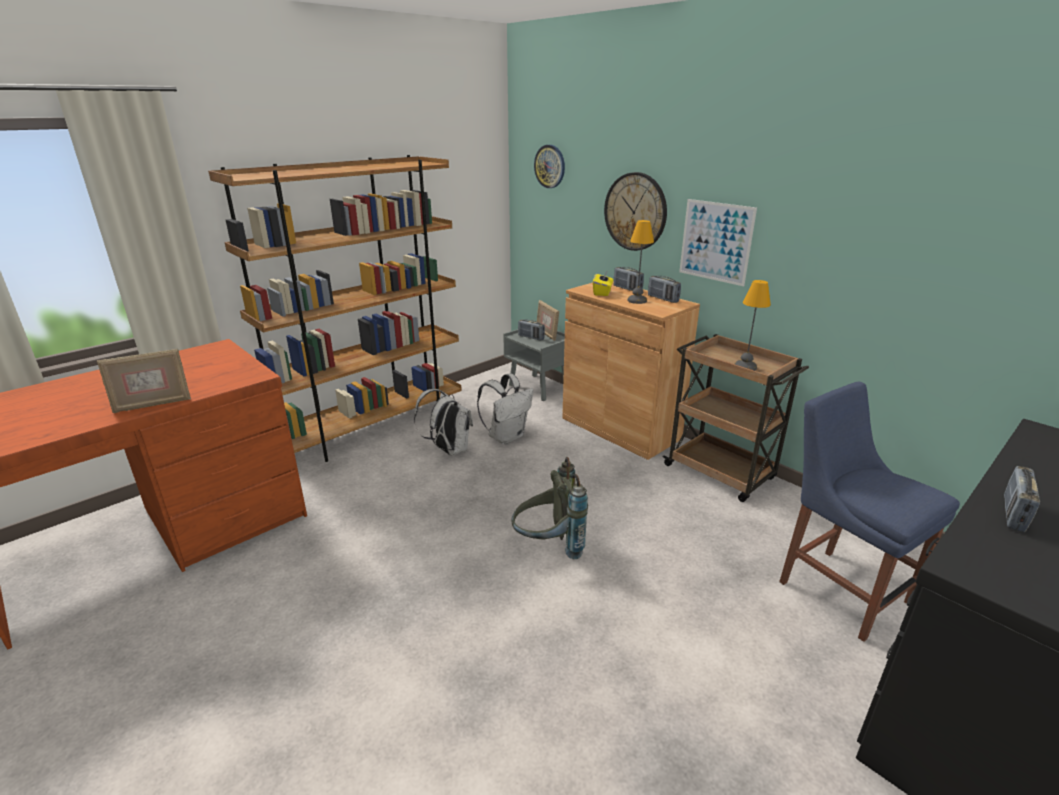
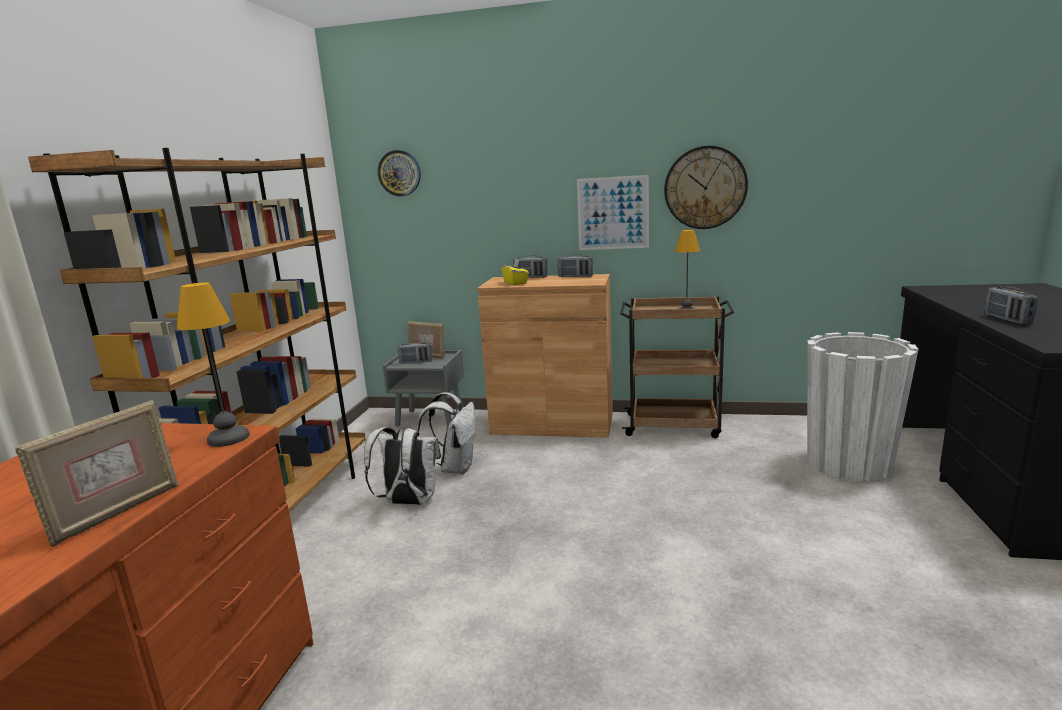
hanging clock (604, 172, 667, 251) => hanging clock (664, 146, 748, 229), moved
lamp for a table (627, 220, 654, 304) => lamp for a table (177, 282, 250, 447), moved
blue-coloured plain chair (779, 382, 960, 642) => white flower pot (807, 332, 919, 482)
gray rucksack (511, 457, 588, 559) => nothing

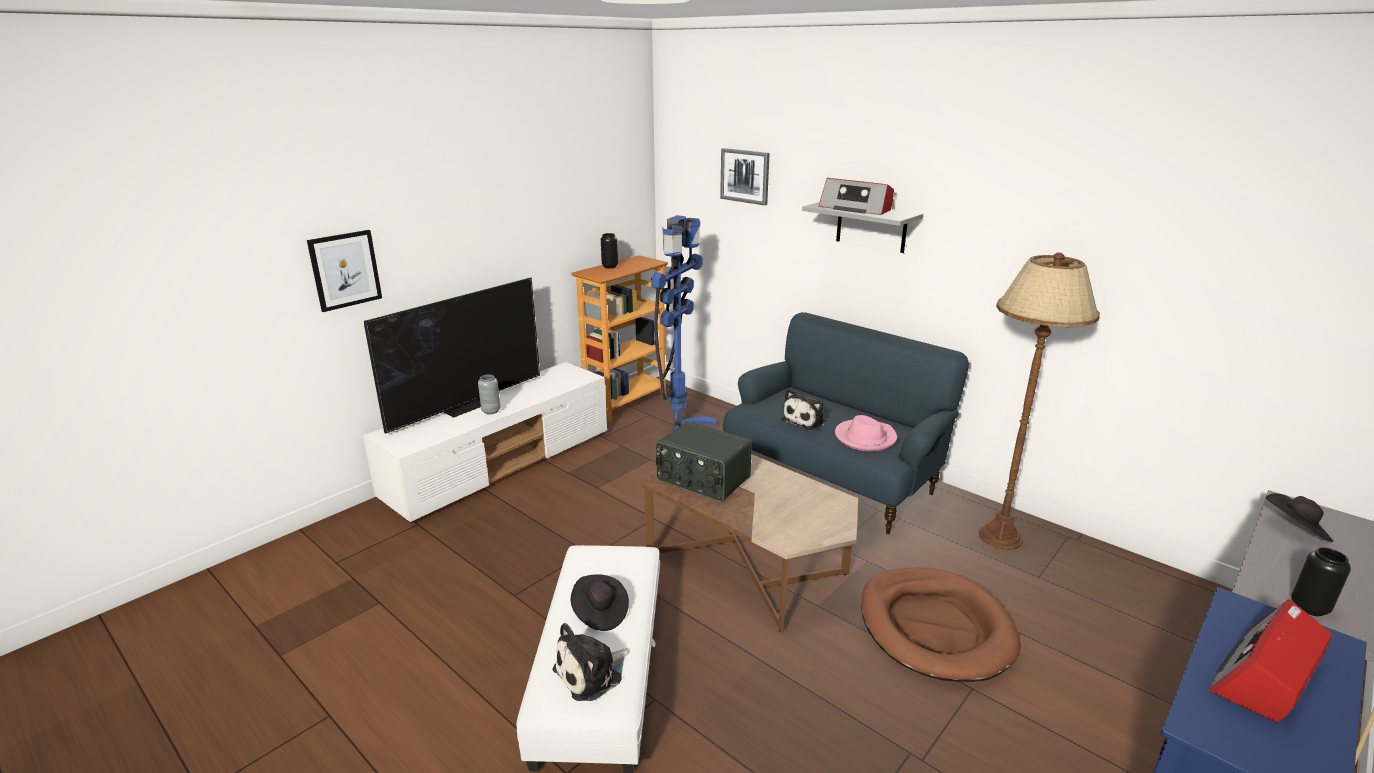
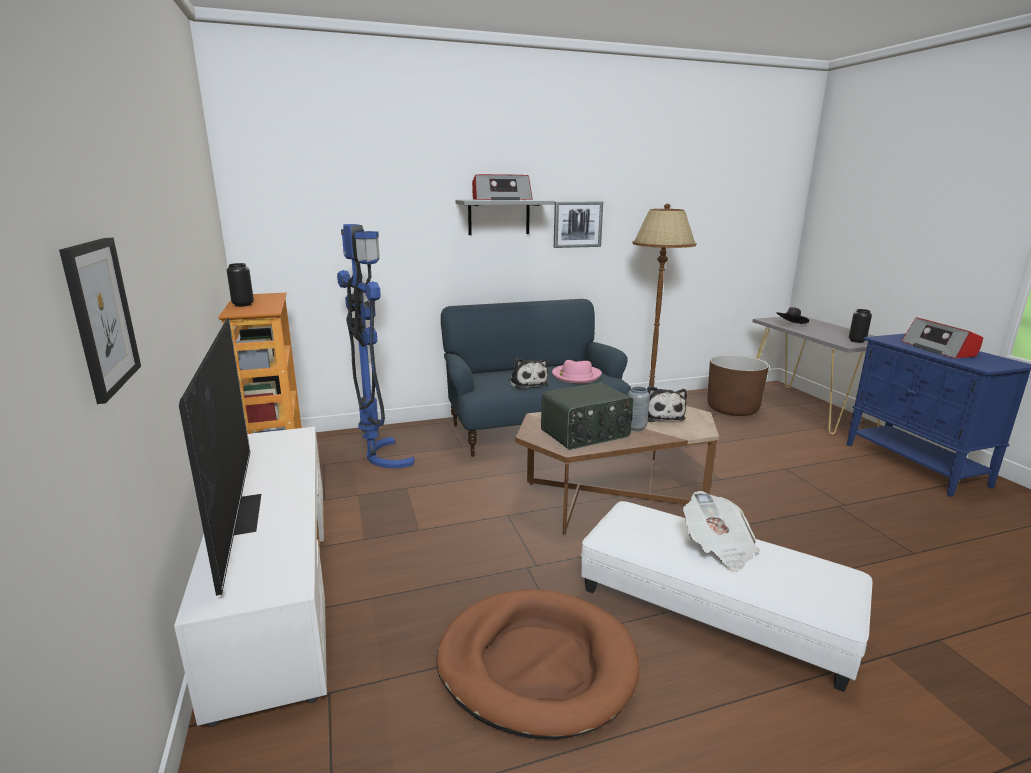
wall picture (720, 148, 770, 206) => wall picture (554, 201, 603, 248), moved
gray decorative vase (478, 374, 501, 414) => gray decorative vase (628, 386, 650, 431), moved
brown-coloured dog cushion (861, 567, 1021, 682) => brown-coloured dog cushion (436, 589, 639, 739), moved
blackish clothing hat (571, 574, 629, 631) => newspaper (683, 491, 760, 572)
soft toy (552, 623, 630, 701) => soft toy (647, 386, 687, 422), moved
nothing => brown-coloured flower pot (707, 355, 769, 416)

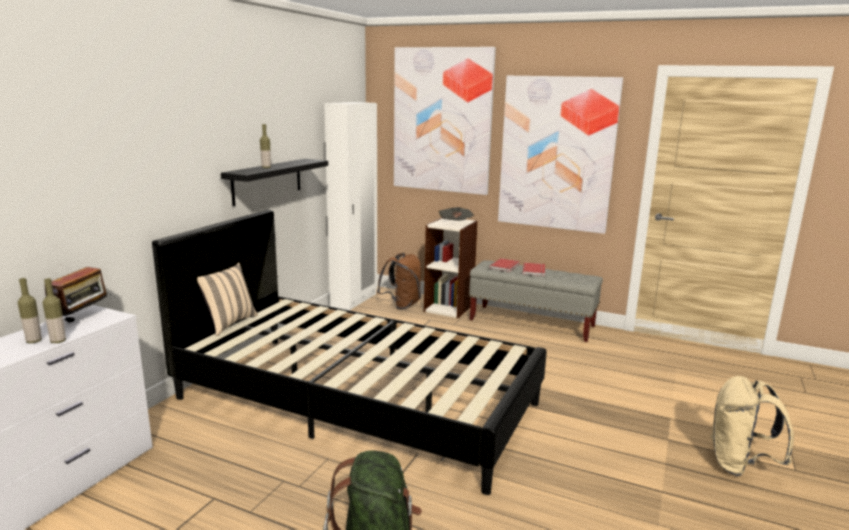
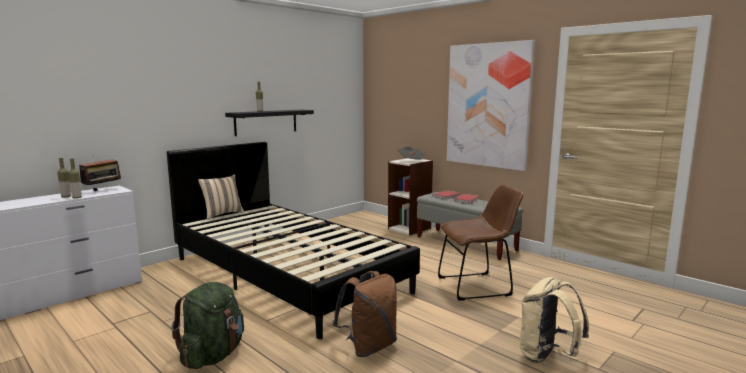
wall picture (394, 47, 496, 195) => nothing
white clothes cupboard (324, 102, 377, 310) => nothing
brown-coloured rucksack (377, 253, 422, 310) => brown-coloured rucksack (333, 271, 397, 357), moved
nothing => brown-coloured plain chair (438, 185, 523, 301)

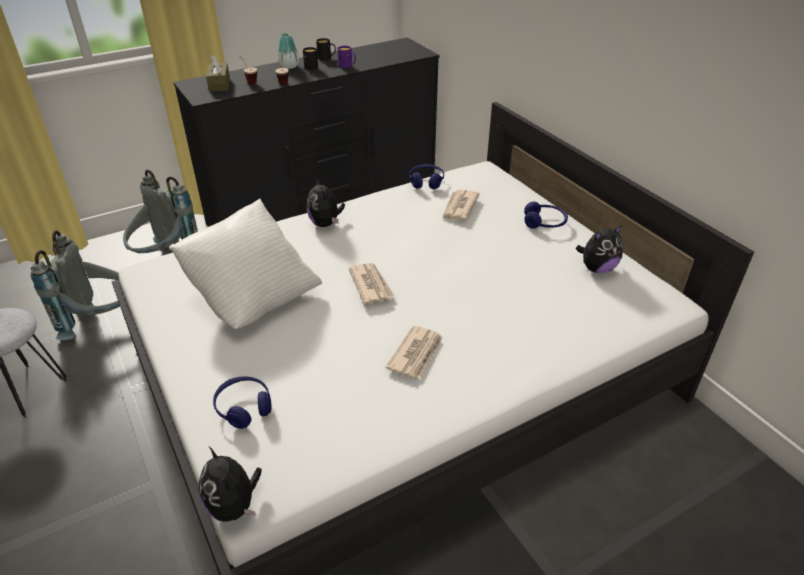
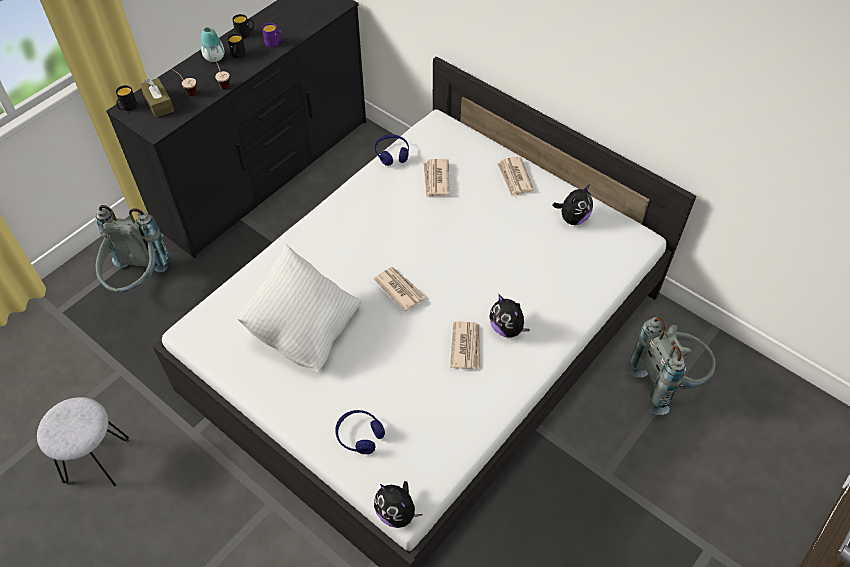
soft toy (307, 178, 345, 227) => soft toy (489, 294, 530, 337), moved
blue-coloured headphones (524, 202, 568, 229) => newspaper (497, 156, 534, 197)
gray rucksack (31, 230, 120, 340) => gray rucksack (630, 317, 716, 415), moved
nothing => blackish mug (116, 85, 137, 111)

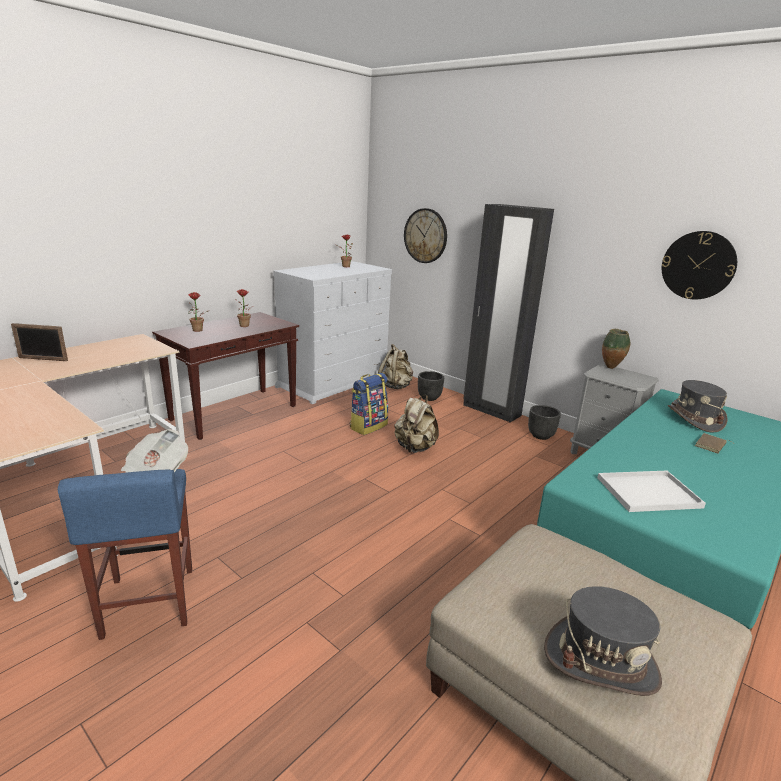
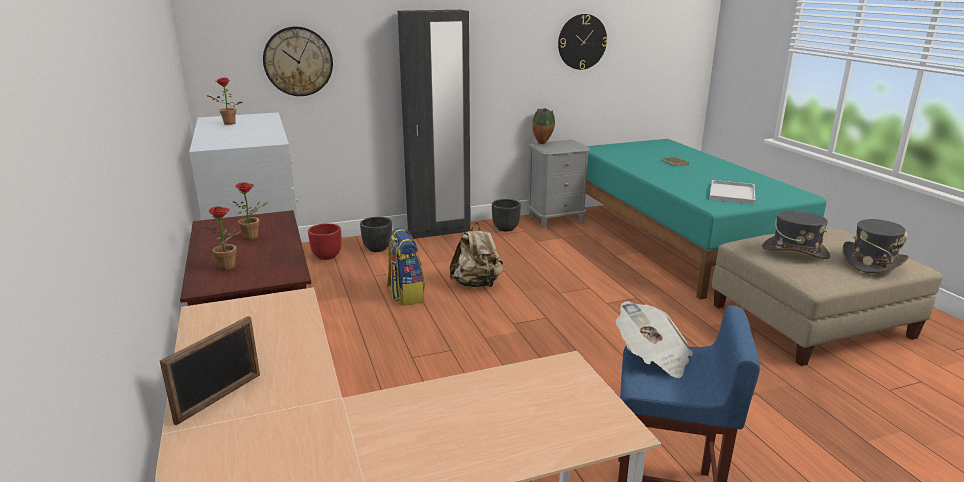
beige-coloured rucksack (378, 344, 413, 389) => reddish flower pot (308, 223, 342, 260)
gray clothing hat (668, 380, 728, 433) => gray clothing hat (762, 211, 830, 259), moved

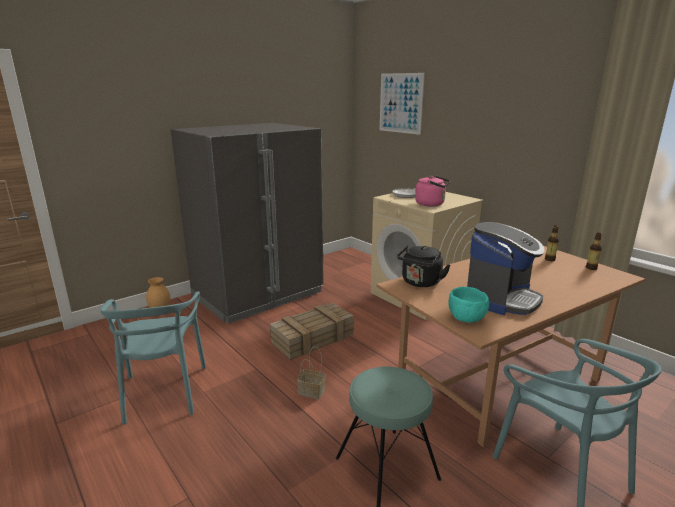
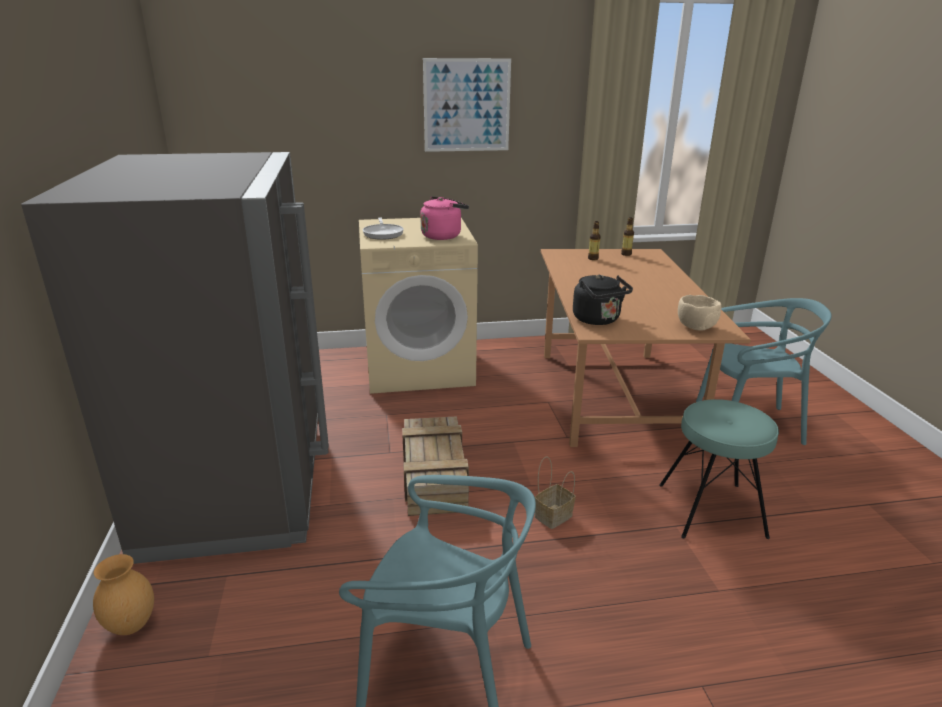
wall picture (380, 73, 425, 135) => wall picture (423, 58, 511, 152), moved
coffee machine (467, 222, 545, 315) => nothing
blue-green serving bowl (448, 287, 489, 323) => beige-coloured serving bowl (678, 295, 721, 331)

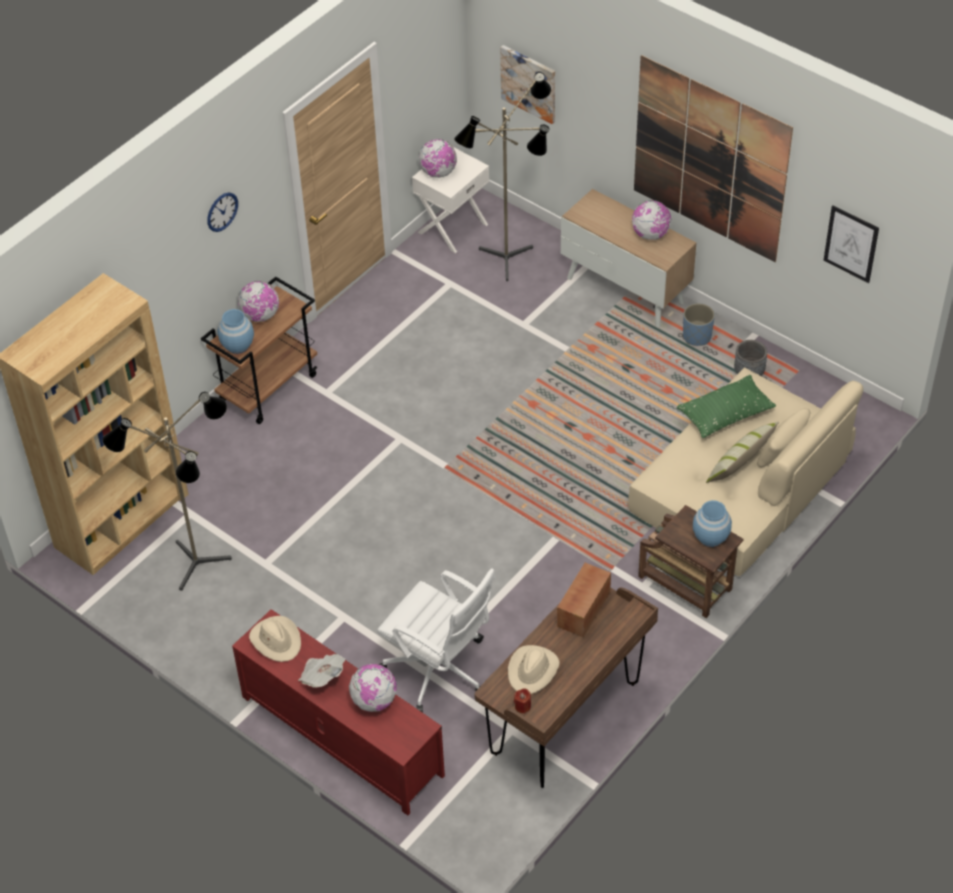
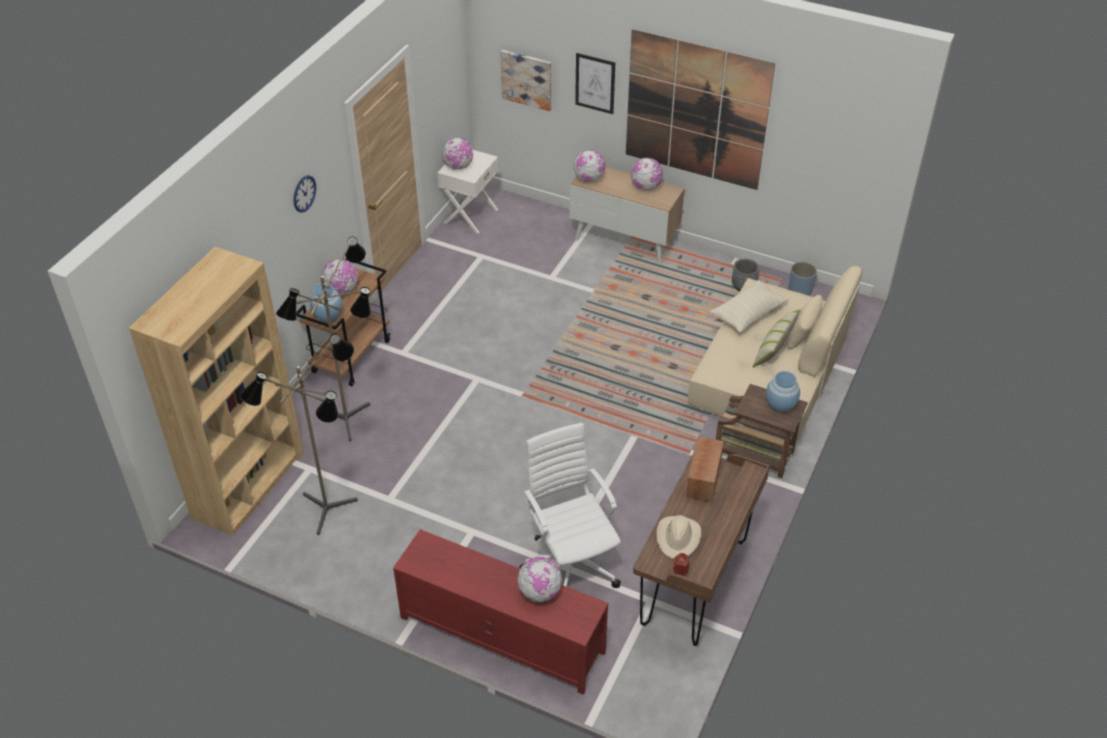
standard lamp (454, 72, 551, 281) => standard lamp (276, 237, 371, 441), moved
wall picture (823, 205, 879, 283) => wall picture (575, 53, 615, 114), moved
blue-coloured flower pot (683, 303, 715, 346) => blue-coloured flower pot (789, 262, 817, 296), moved
green-coloured pillow (677, 375, 776, 438) => beige-coloured pillow (710, 280, 788, 333)
white computer chair (377, 568, 495, 713) => white computer chair (519, 423, 621, 588), 135 degrees counterclockwise
beige-coloured clothing hat (249, 616, 301, 662) => nothing
newspaper (298, 654, 345, 688) => nothing
nothing => world globe (573, 150, 605, 182)

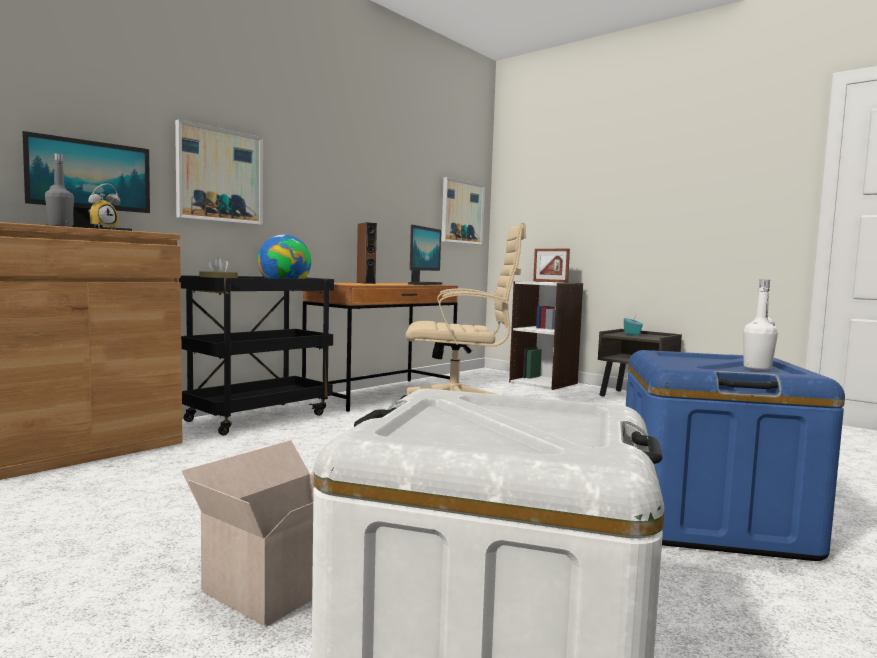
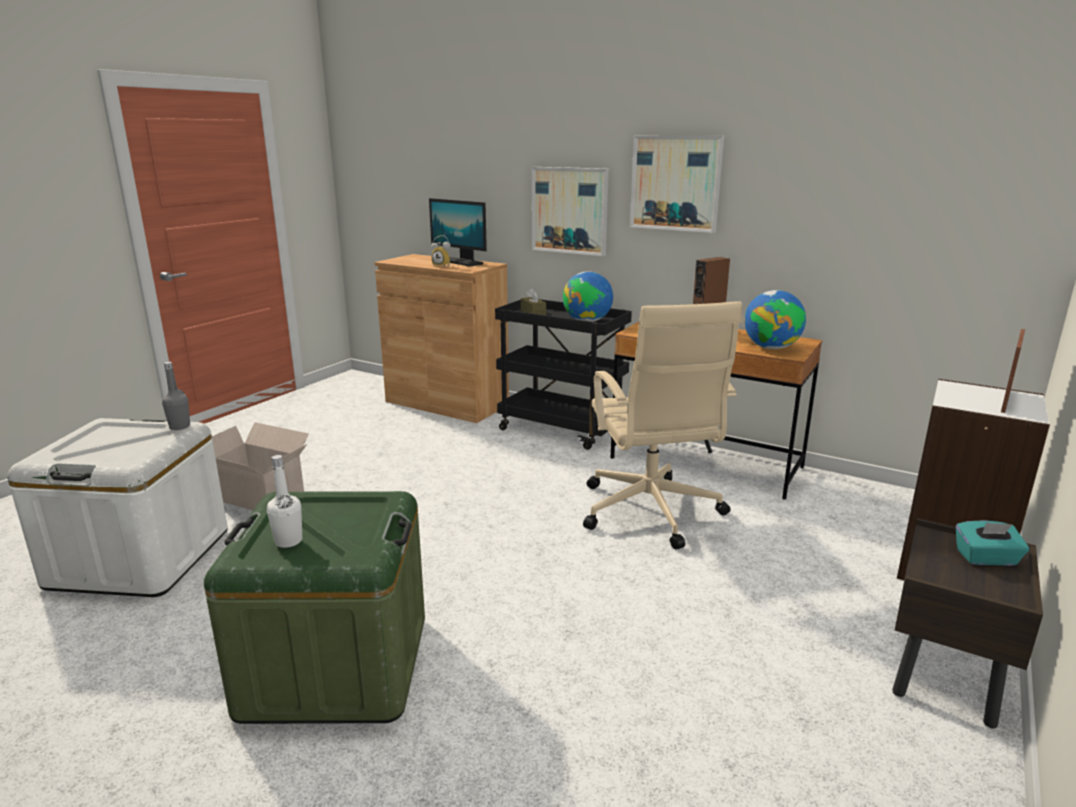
gray beverage bottle (45, 153, 74, 227) => gray beverage bottle (162, 362, 190, 430), moved
wall picture (442, 177, 485, 245) => wall picture (630, 135, 724, 233), moved
computer display (408, 225, 442, 285) => world globe (744, 290, 806, 349)
blue-coloured storage bin (626, 350, 845, 561) => green-coloured storage bin (204, 491, 425, 724)

